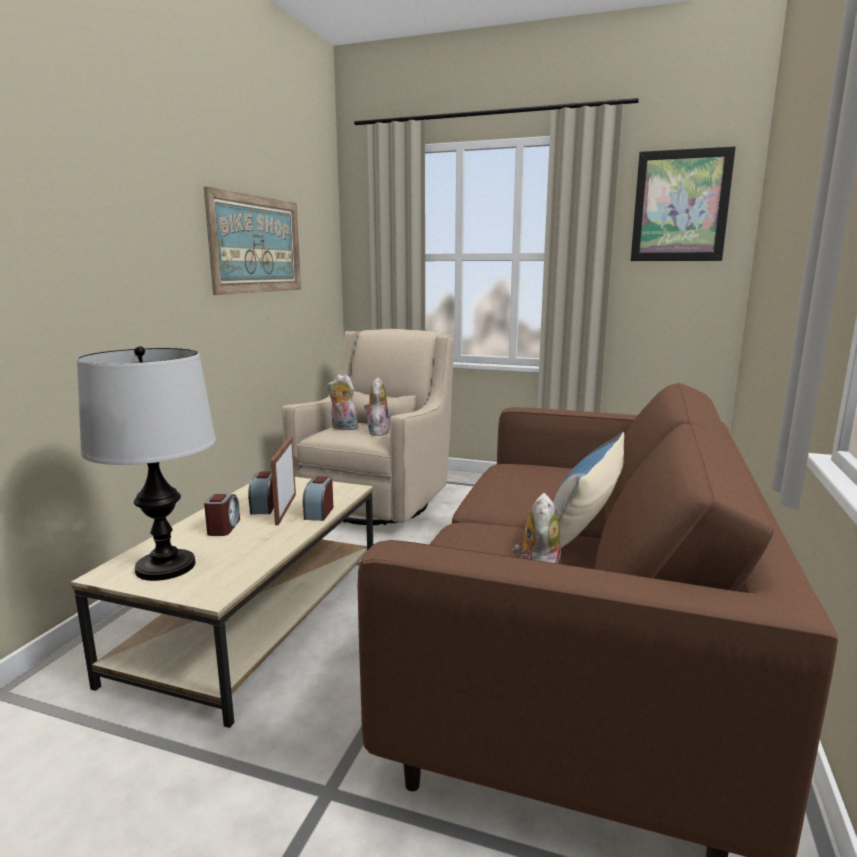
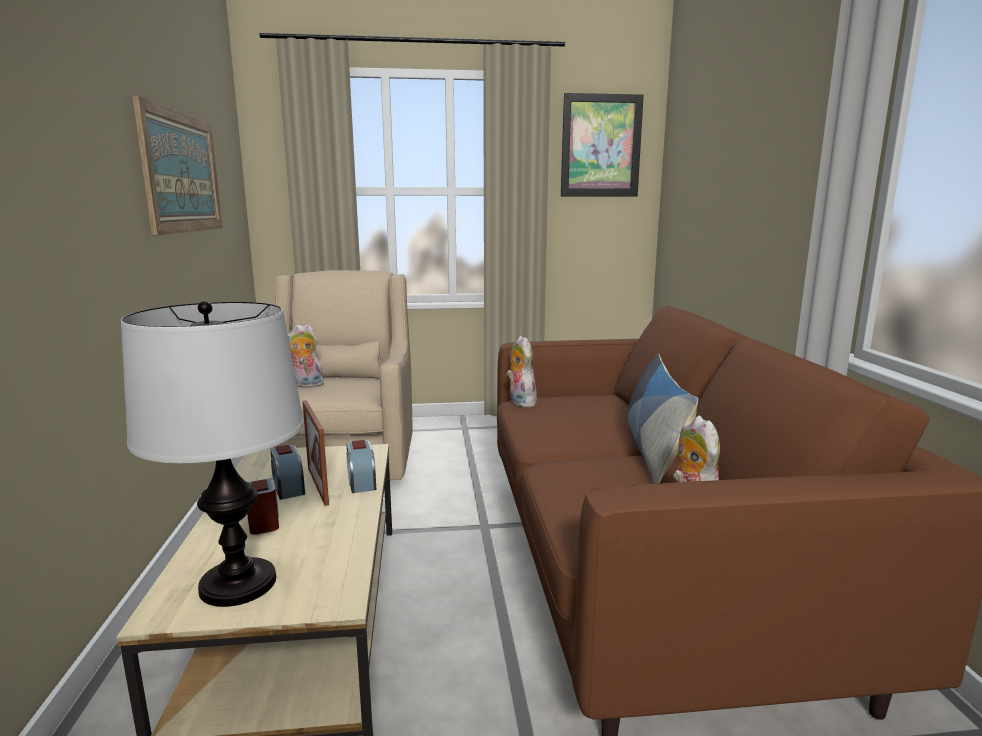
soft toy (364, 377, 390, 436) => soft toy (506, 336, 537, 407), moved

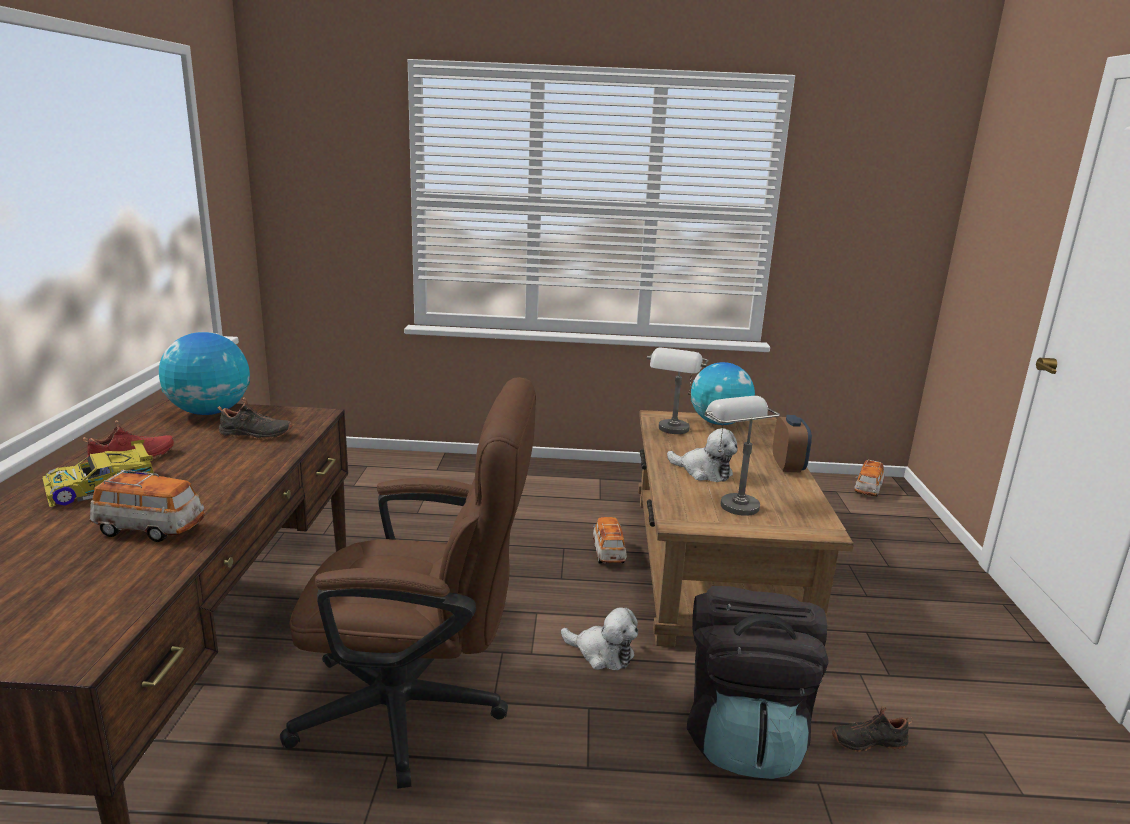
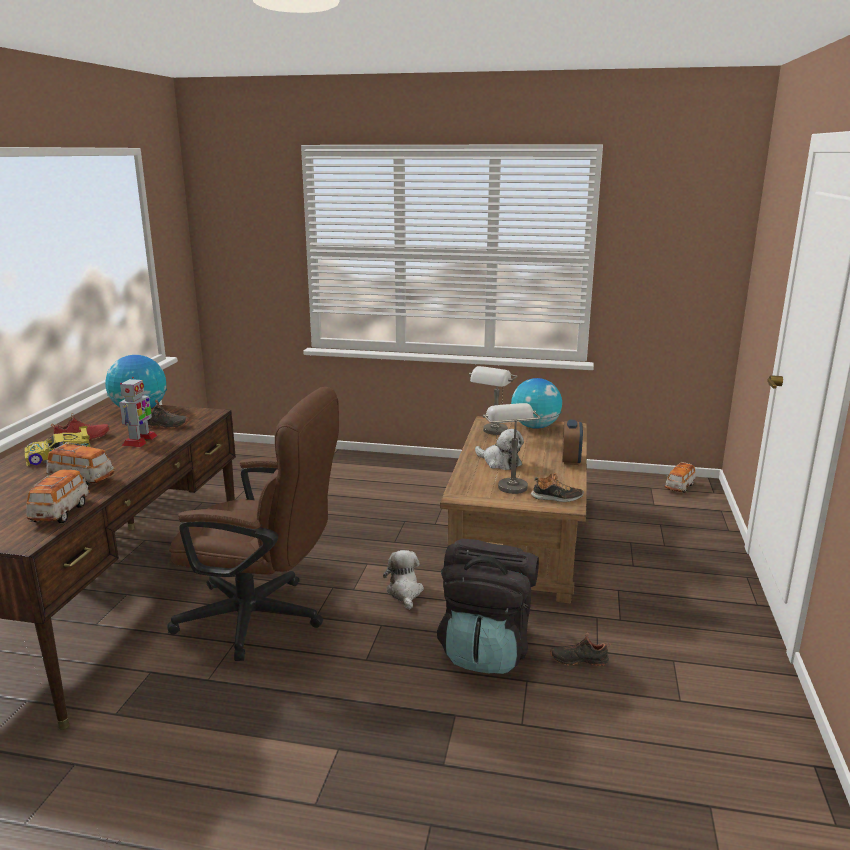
miniature car (593, 517, 627, 564) => miniature car (26, 470, 90, 523), moved
soft toy (561, 607, 638, 670) => soft toy (383, 550, 424, 610), 135 degrees counterclockwise
nothing => model robot (119, 377, 157, 447)
nothing => item of footwear (531, 473, 584, 502)

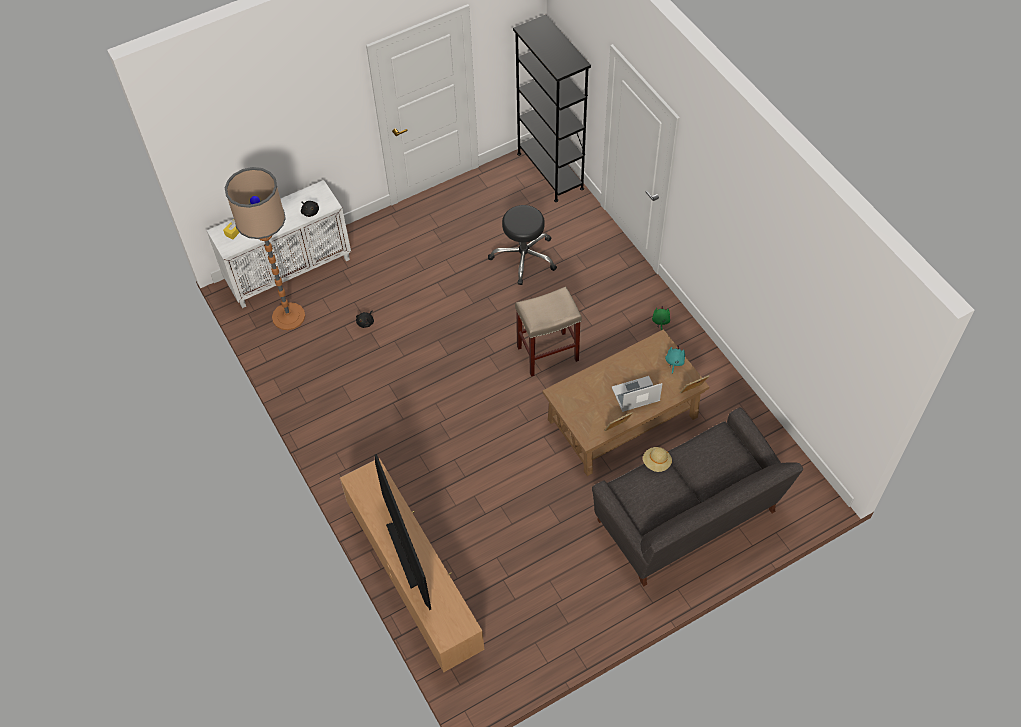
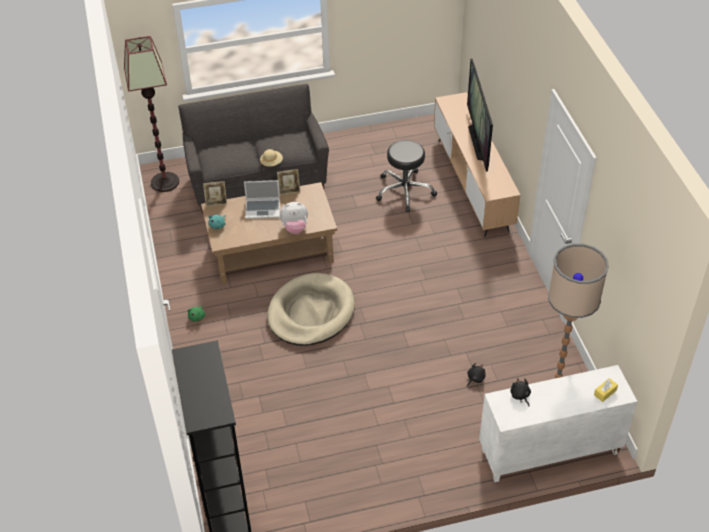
blackish stool seat (488, 205, 557, 285) => blackish stool seat (376, 140, 437, 212), moved
beige-coloured stool seat (515, 287, 582, 377) => beige-coloured dog cushion (267, 273, 355, 346)
nothing => standard lamp (124, 36, 179, 192)
nothing => soft toy (280, 202, 308, 234)

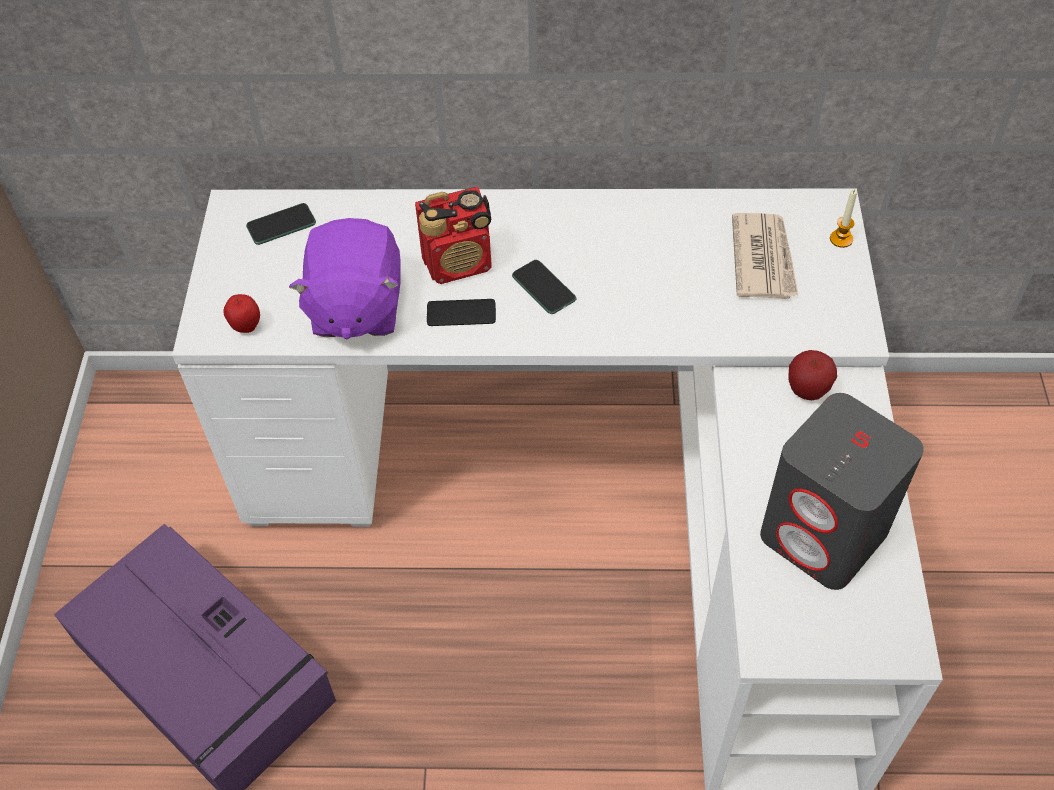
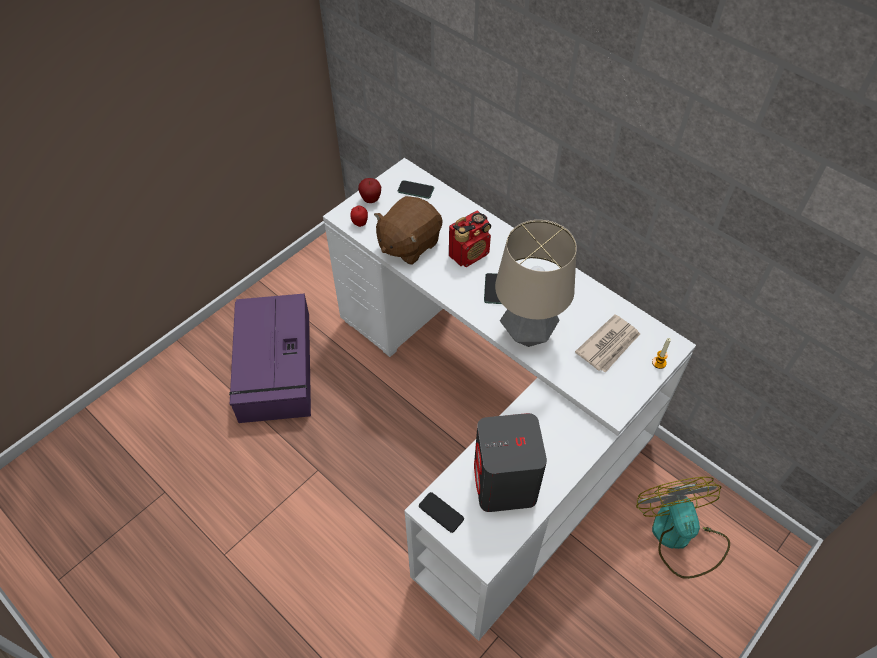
radio receiver (415, 187, 492, 284) => radio receiver (449, 210, 491, 267), 60 degrees counterclockwise
purple-coloured soft toy (289, 218, 401, 339) => brown-coloured soft toy (374, 196, 443, 265)
handset (427, 299, 496, 326) => handset (419, 492, 464, 533), moved
whole apple (789, 350, 837, 400) => whole apple (358, 178, 381, 203), moved
nothing => lamp for a table (495, 220, 577, 347)
nothing => cooling fan (636, 477, 730, 579)

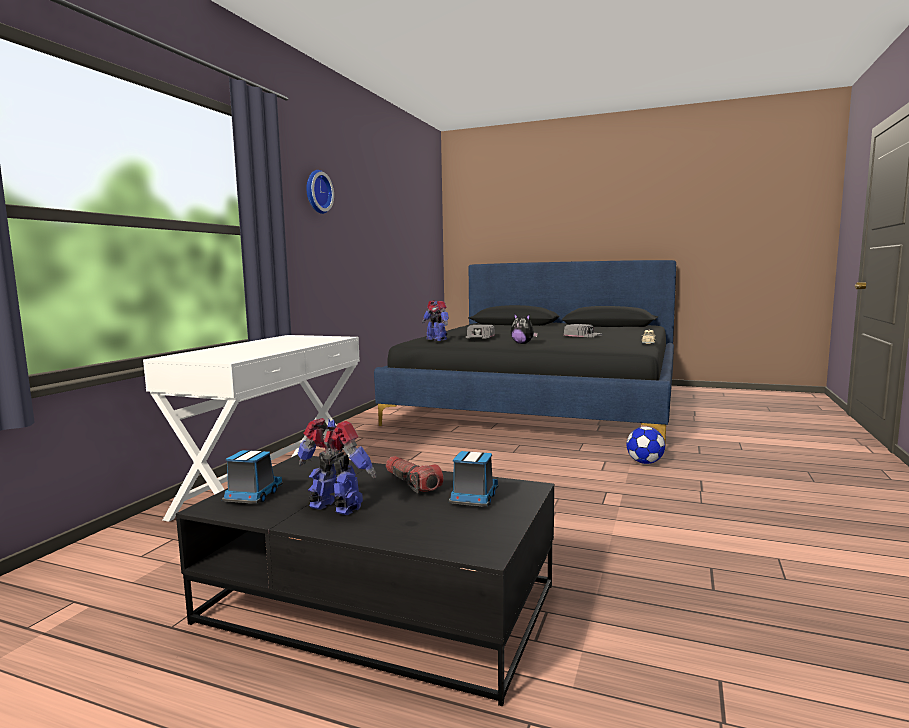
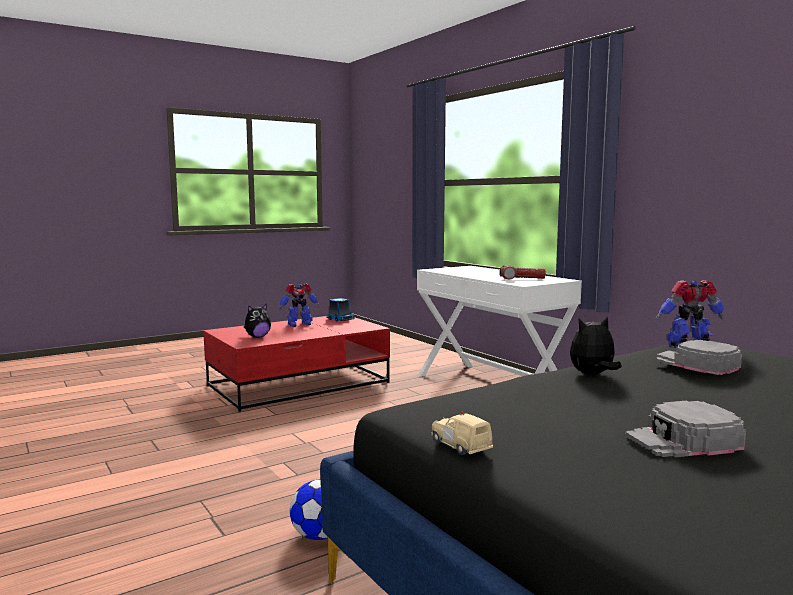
hanging clock (306, 170, 334, 214) => nothing
toy lorry (448, 451, 499, 506) => soft toy (244, 303, 271, 338)
blackish coffee table (176, 454, 554, 706) => reddish coffee table (203, 316, 390, 412)
torch (386, 456, 444, 493) => torch (500, 265, 546, 279), moved

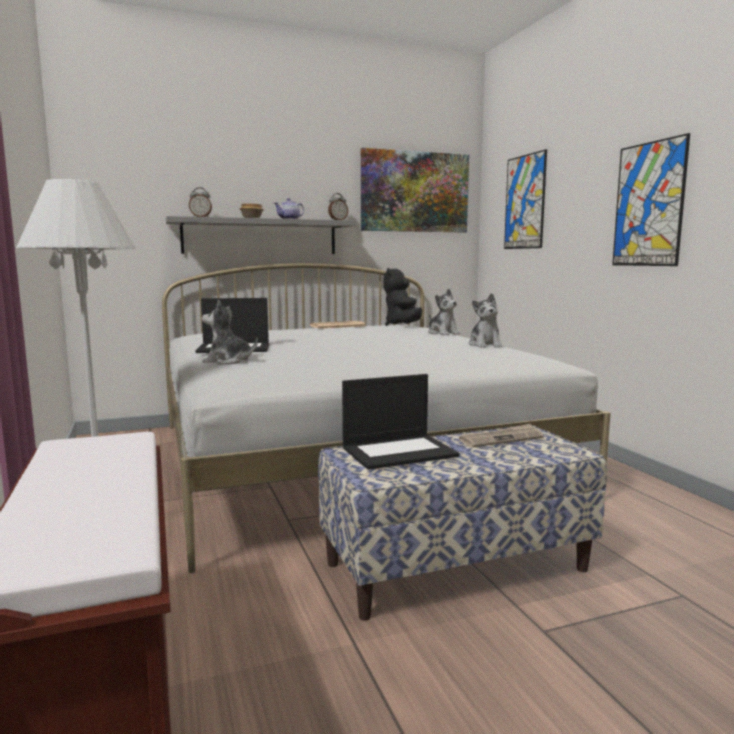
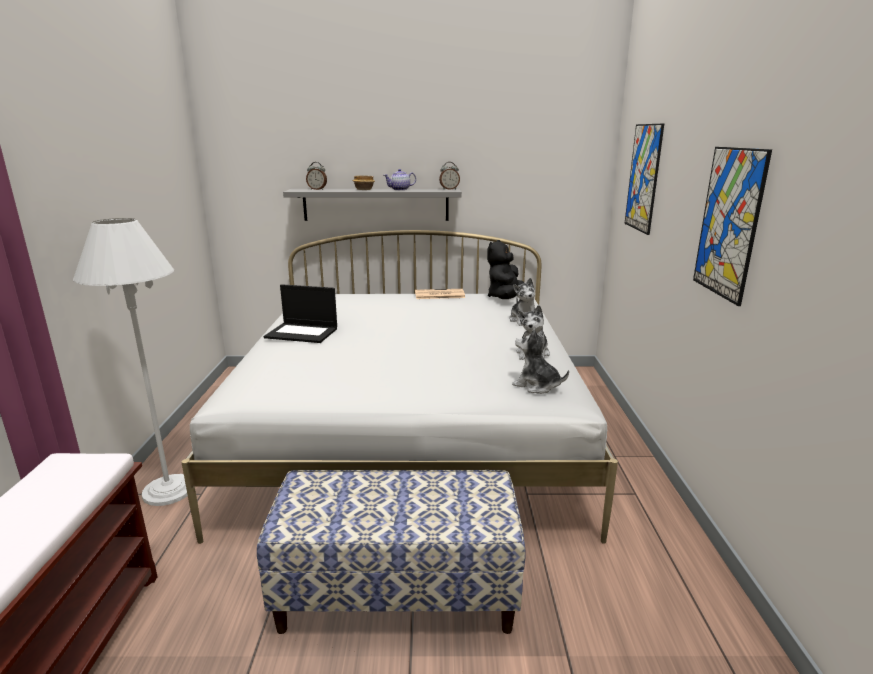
wall picture (361, 148, 469, 232) => nothing
soft toy (202, 300, 258, 365) => soft toy (512, 329, 569, 394), moved
notebook computer (342, 374, 459, 470) => nothing
newspaper (459, 424, 544, 448) => nothing

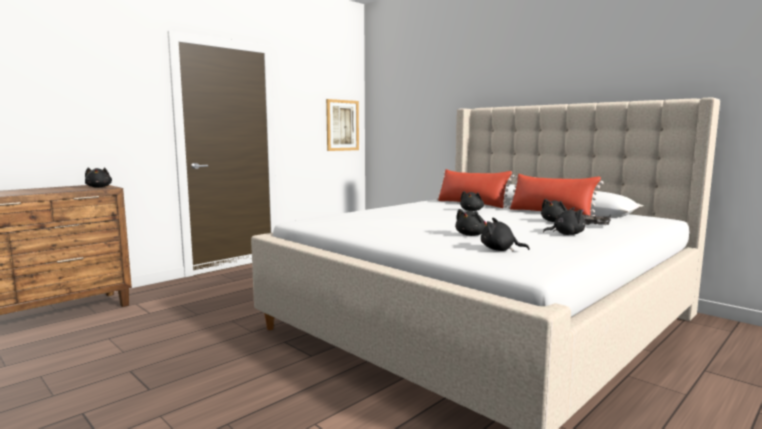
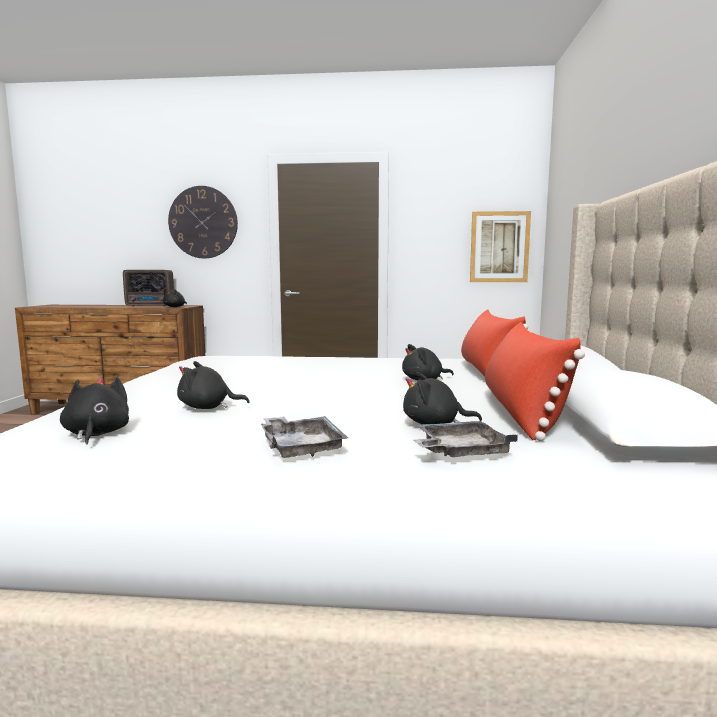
blackish soft toy (543, 207, 586, 235) => gray tray (261, 416, 348, 458)
nothing => hanging clock (168, 186, 238, 259)
nothing => radio receiver (123, 270, 174, 307)

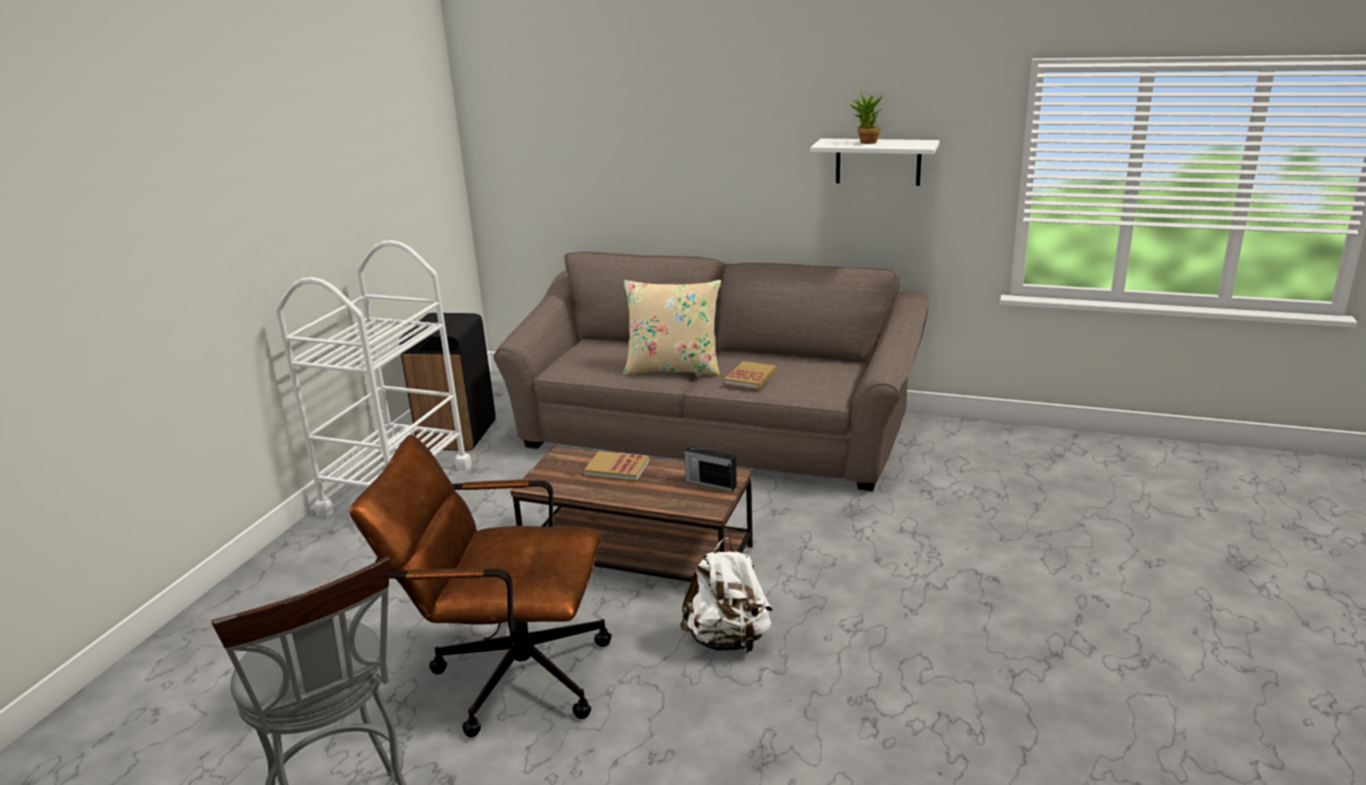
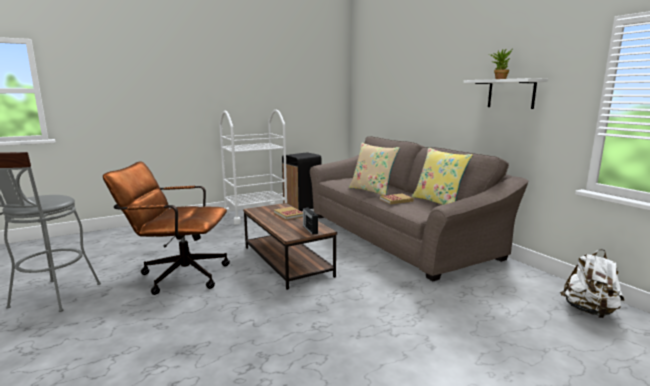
brown-coloured computer chair (349, 435, 612, 737) => brown-coloured computer chair (103, 161, 230, 295), 45 degrees counterclockwise
white rucksack (680, 538, 773, 653) => white rucksack (560, 249, 625, 318), moved
nothing => yellow pillow (412, 148, 473, 205)

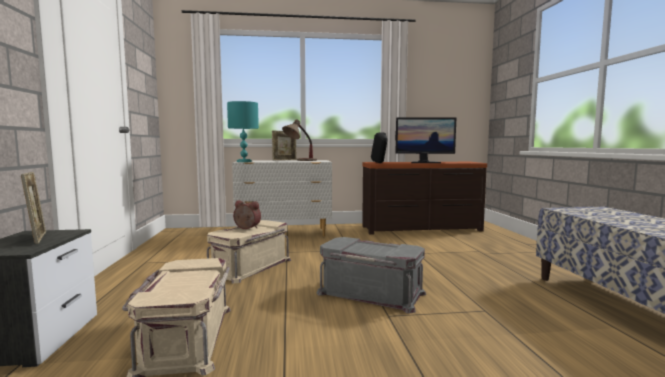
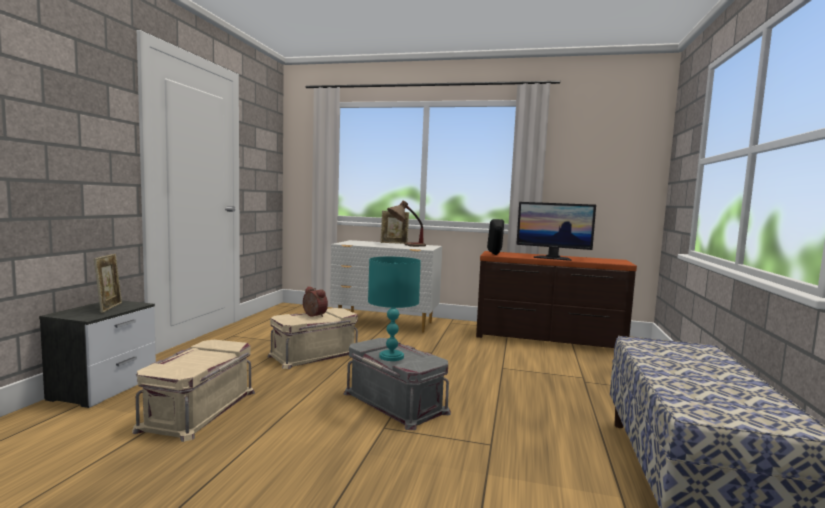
blue-green lamp for a table (227, 101, 259, 162) => blue-green lamp for a table (368, 257, 421, 361), moved

